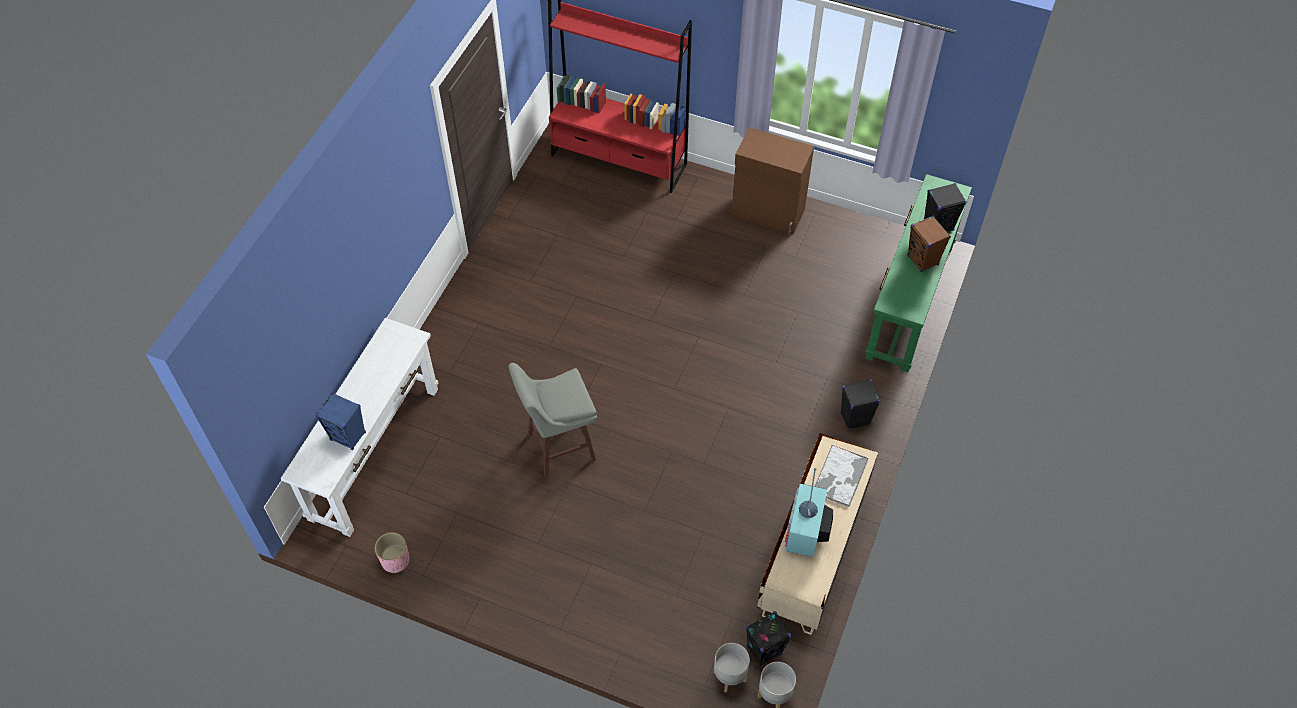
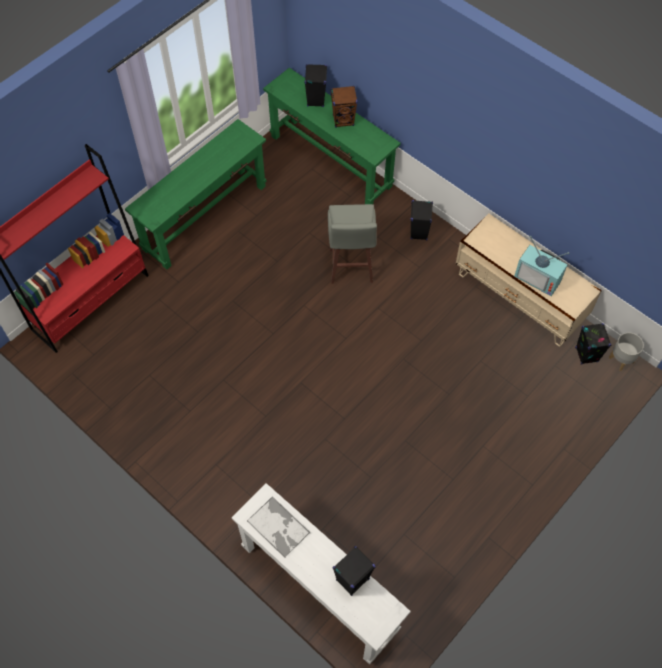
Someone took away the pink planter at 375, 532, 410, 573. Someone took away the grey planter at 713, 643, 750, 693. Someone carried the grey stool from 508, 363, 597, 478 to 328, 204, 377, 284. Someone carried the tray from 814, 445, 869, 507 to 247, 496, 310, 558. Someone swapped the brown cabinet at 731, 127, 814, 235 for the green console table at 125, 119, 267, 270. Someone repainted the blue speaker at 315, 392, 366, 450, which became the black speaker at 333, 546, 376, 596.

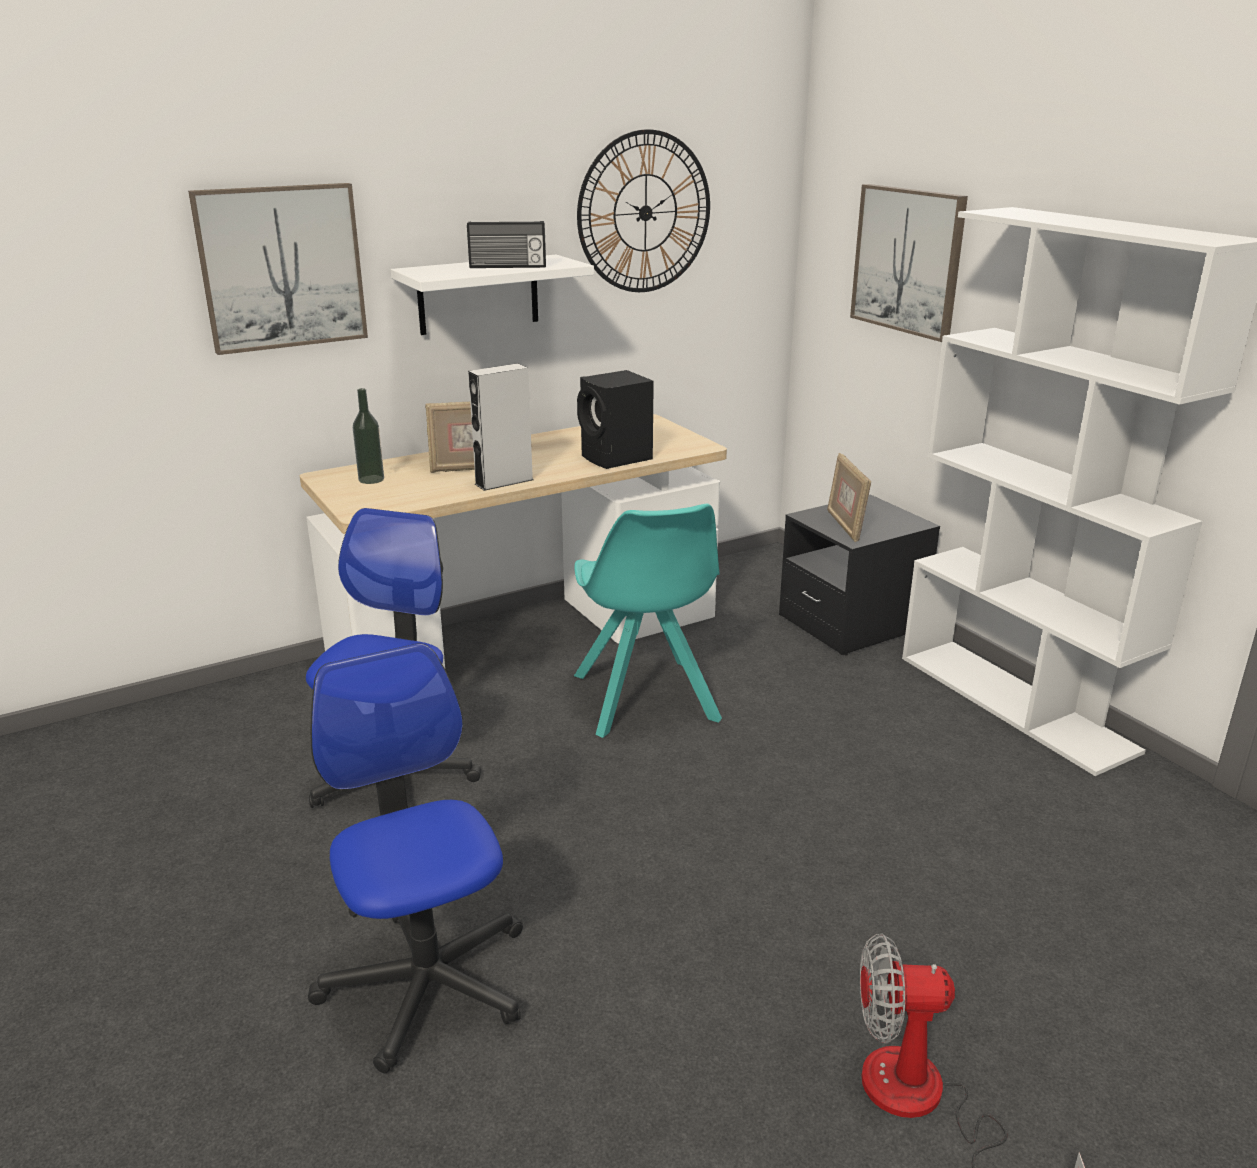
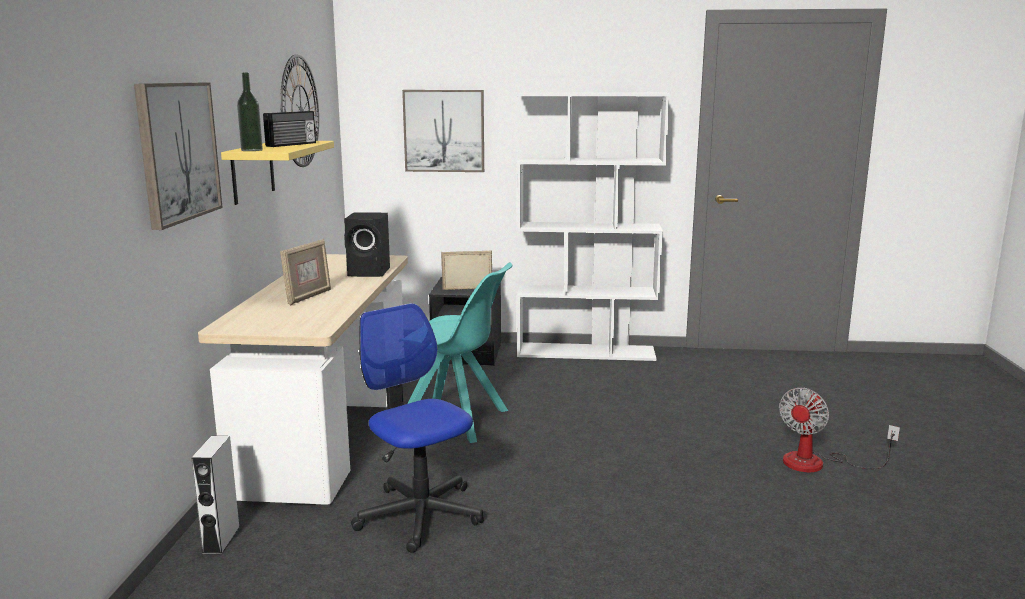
Someone took away the office chair at 308, 643, 523, 1074. Someone carried the bottle from 353, 388, 384, 484 to 237, 73, 263, 151. Someone carried the grey speaker from 468, 363, 533, 491 to 191, 436, 240, 554. Someone repainted the white shelf at 391, 255, 594, 335, which became the yellow shelf at 221, 141, 334, 205. Someone rotated the picture frame at 827, 453, 871, 542 by 150 degrees clockwise.

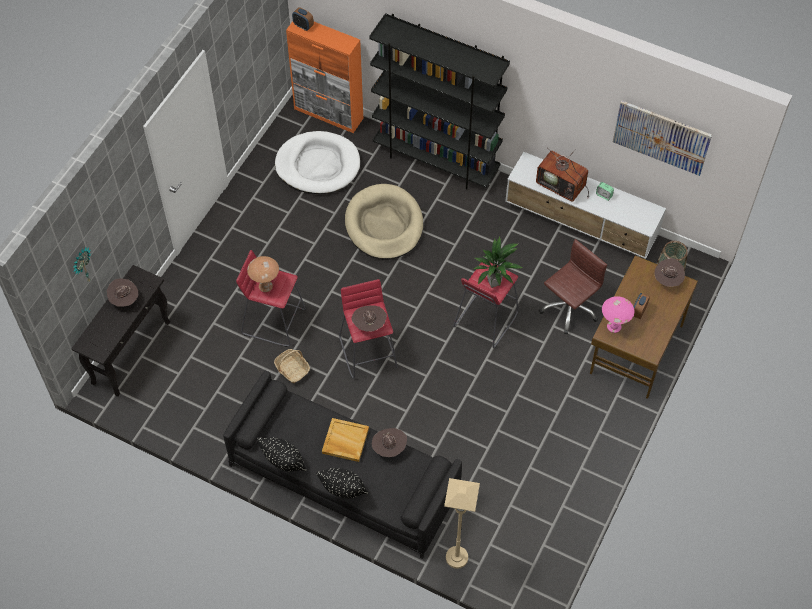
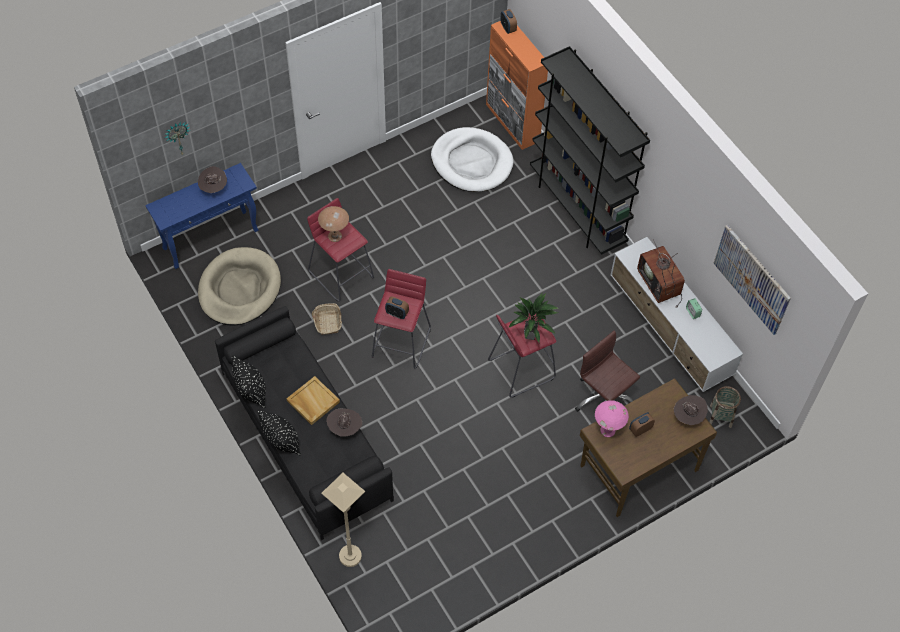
Someone carried the beige dog bed from 345, 184, 423, 259 to 198, 247, 281, 326. Someone swapped the brown hat at 351, 305, 387, 332 for the alarm clock at 385, 297, 409, 319. Someone repainted the black console table at 71, 265, 170, 397, which became the blue console table at 145, 163, 258, 269. Someone rotated the brown office chair at 539, 239, 607, 334 by 120 degrees counterclockwise.

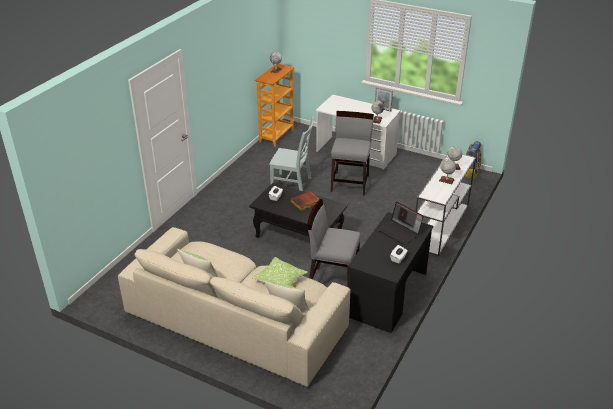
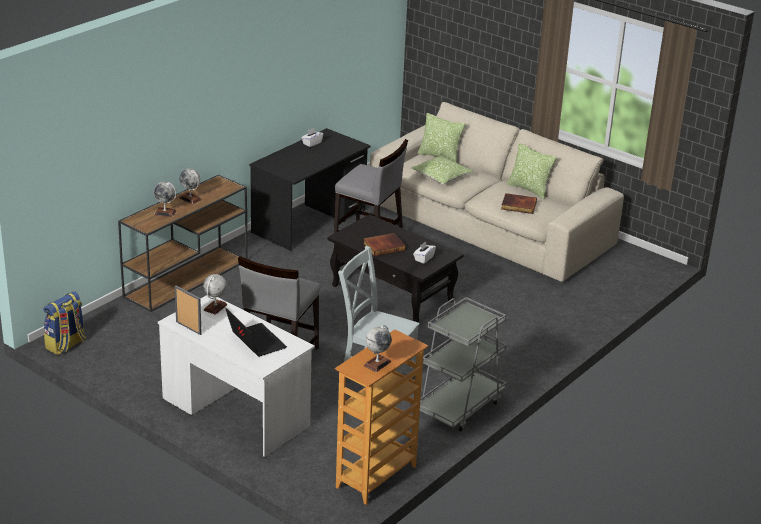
Someone put down the grey cart at 420, 297, 507, 432. Someone put down the book at 501, 193, 537, 214. Someone carried the laptop from 378, 202, 423, 245 to 225, 308, 287, 357. Someone repainted the white console table at 415, 154, 476, 256, which became the brown console table at 118, 175, 248, 312.

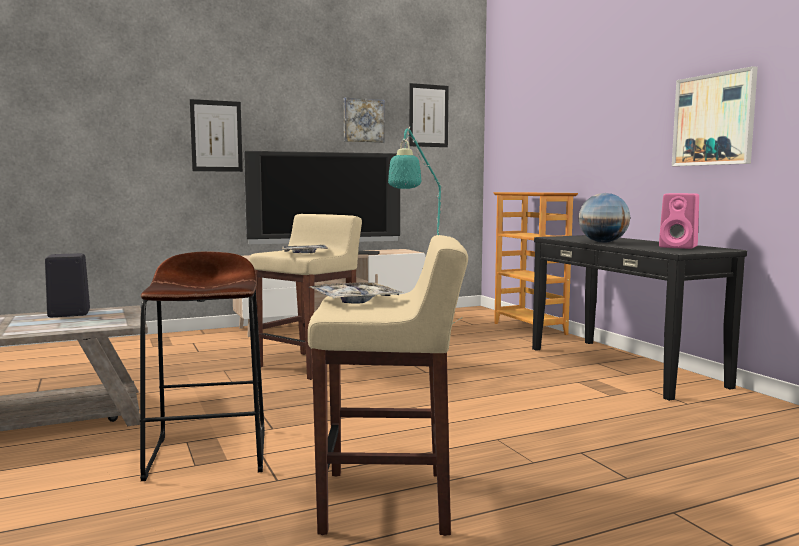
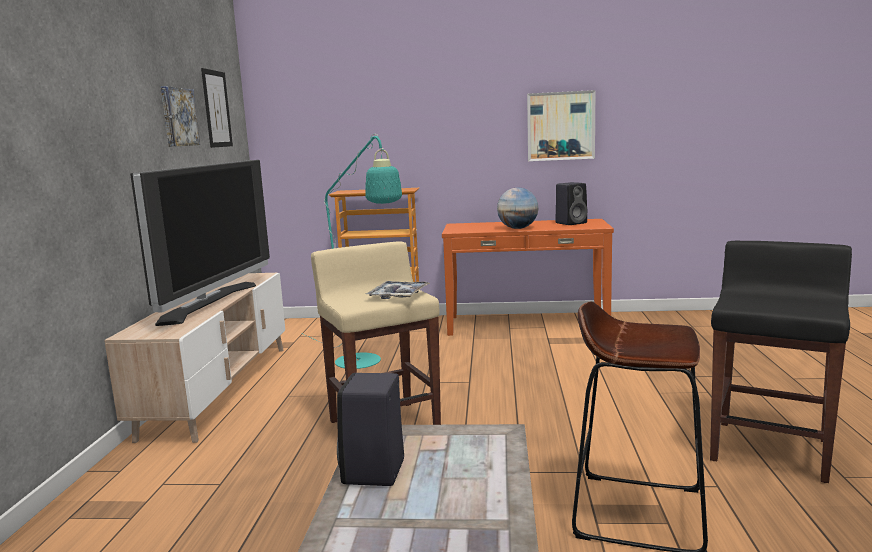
Someone took away the picture at 190, 99, 243, 172. Someone took away the tray at 309, 282, 403, 304. Someone repainted the beige stool at 308, 235, 468, 536, which became the black stool at 710, 241, 852, 483. Someone repainted the black console table at 532, 235, 747, 401, which became the orange console table at 442, 219, 614, 336. Someone repainted the pink speaker at 659, 193, 699, 249, which became the black speaker at 555, 182, 588, 225.

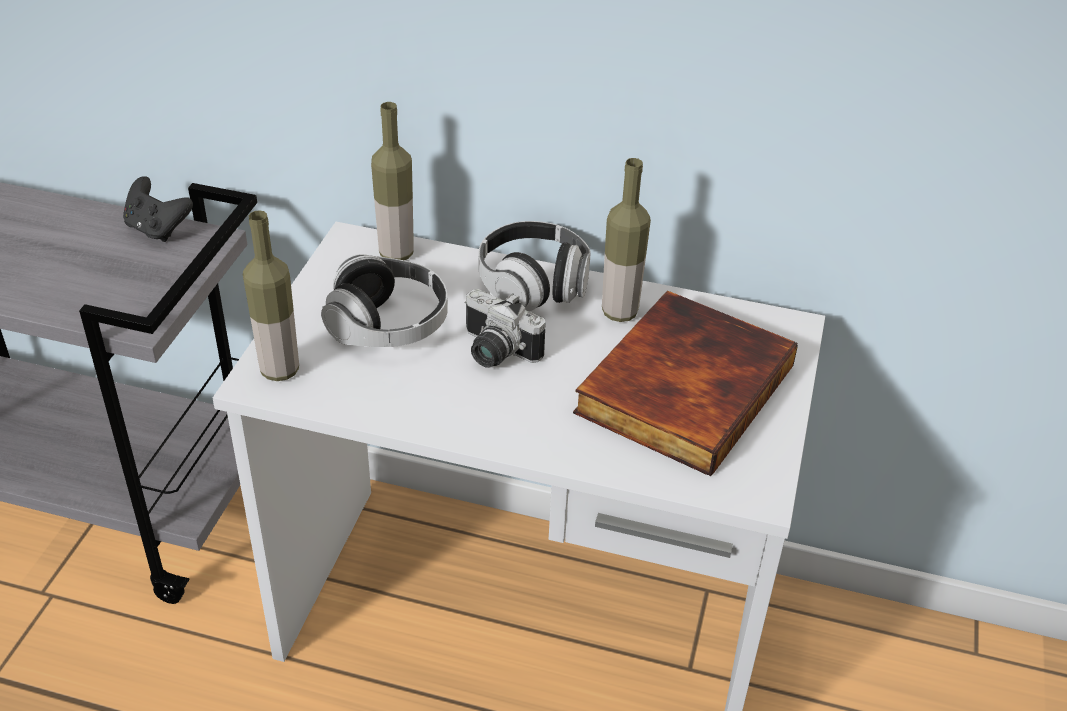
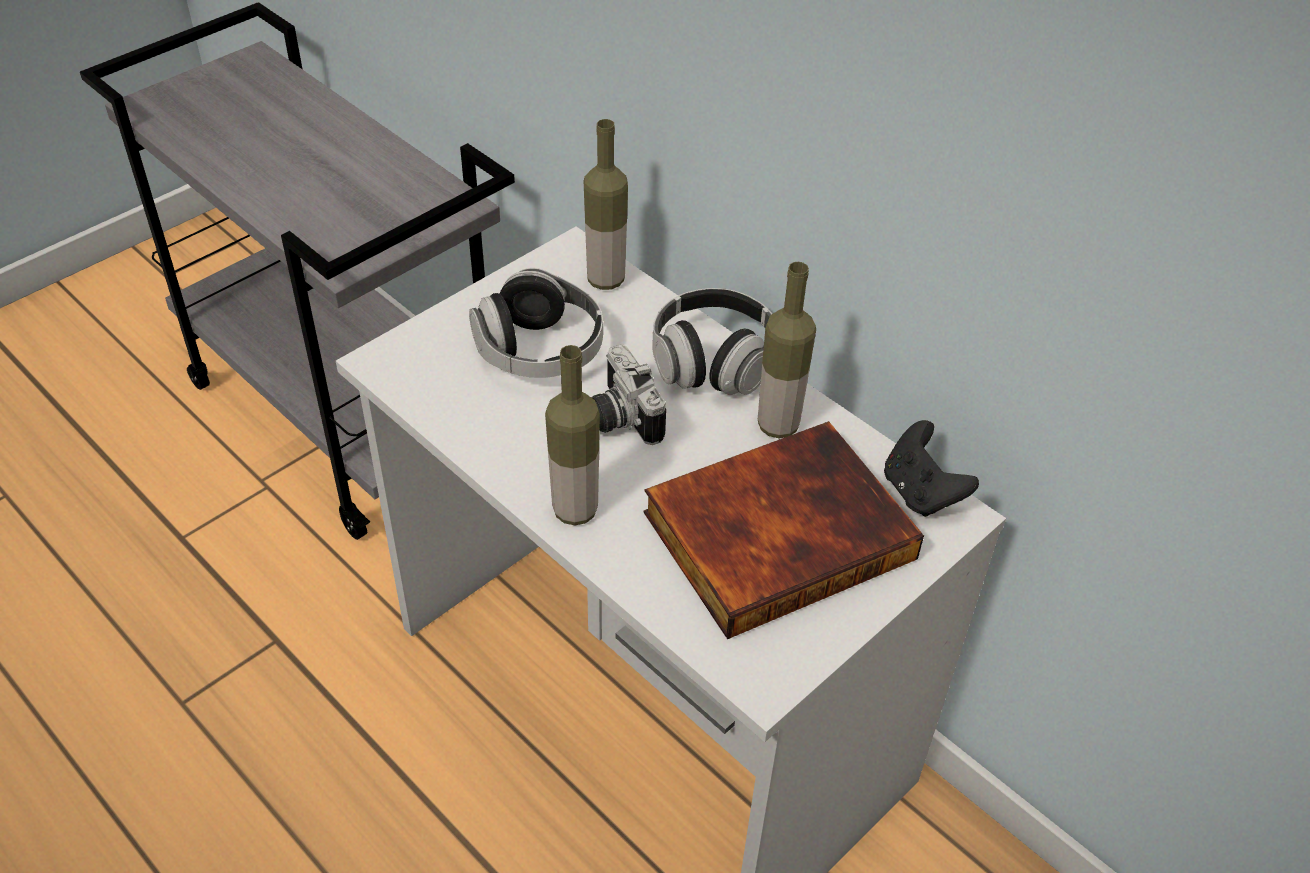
Someone carried the black game controller from 123, 176, 193, 242 to 884, 420, 979, 517. Someone carried the bottle from 243, 210, 299, 381 to 545, 345, 600, 525.

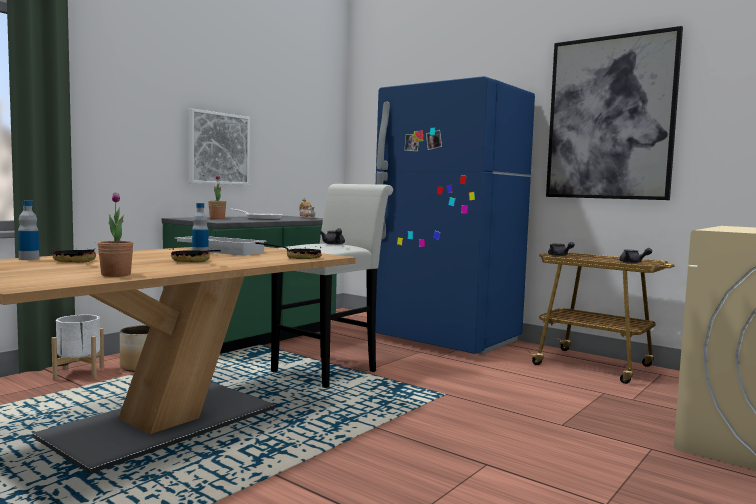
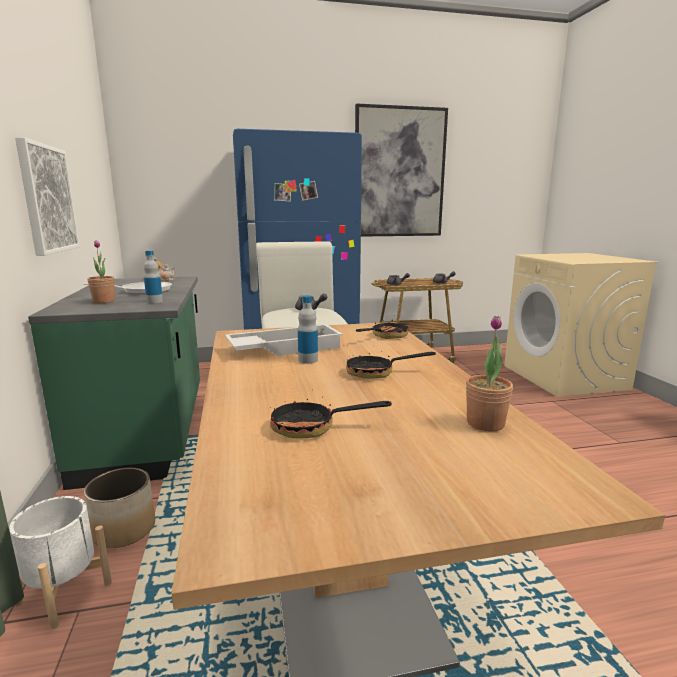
Someone carried the bottle from 18, 200, 39, 260 to 144, 250, 163, 303.

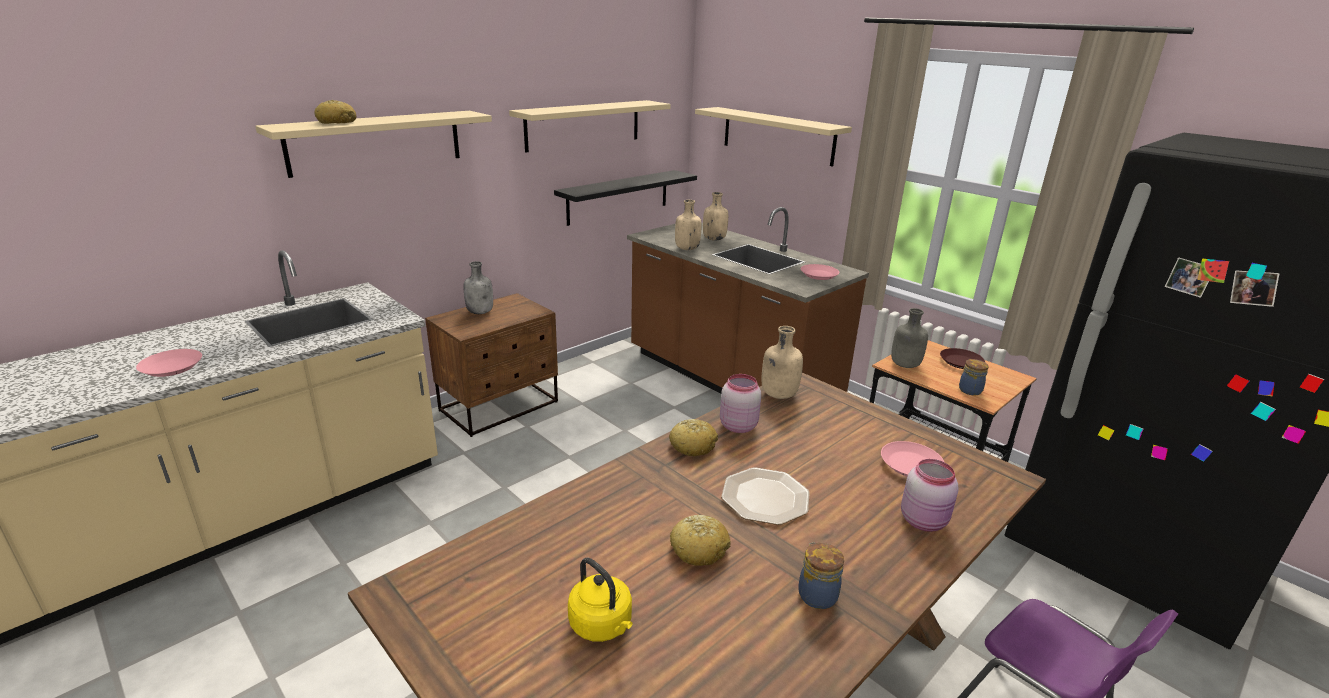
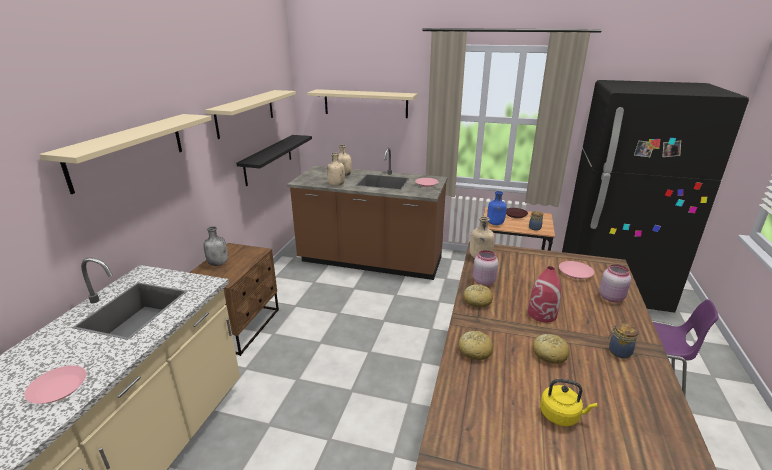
Someone carried the bread from 314, 100, 356, 124 to 459, 331, 493, 360. Someone swapped the plate at 721, 467, 810, 525 for the red vase at 528, 266, 561, 323. Someone repainted the grey bottle at 891, 308, 928, 368, which became the blue bottle at 487, 191, 507, 225.

